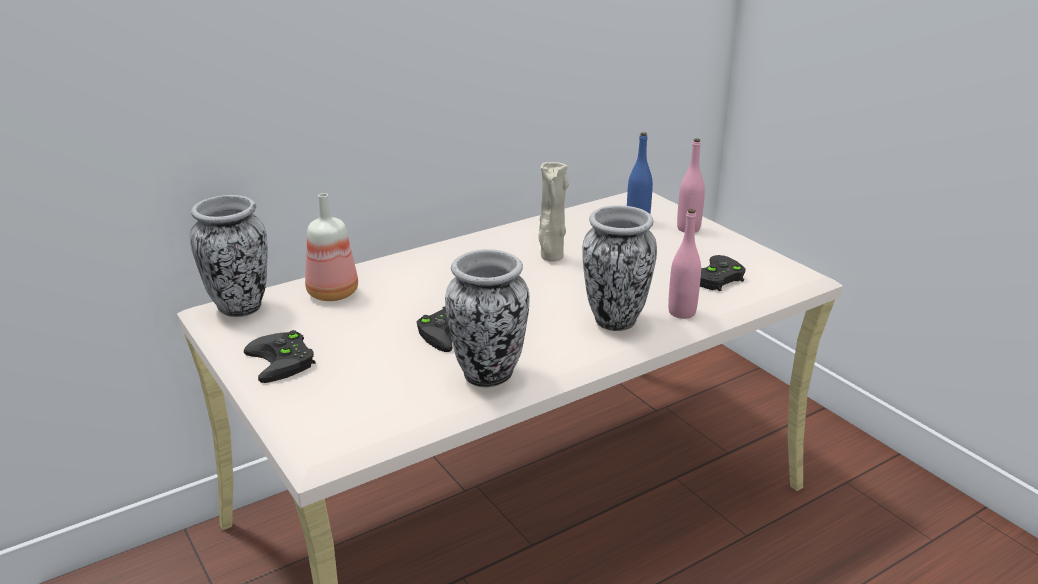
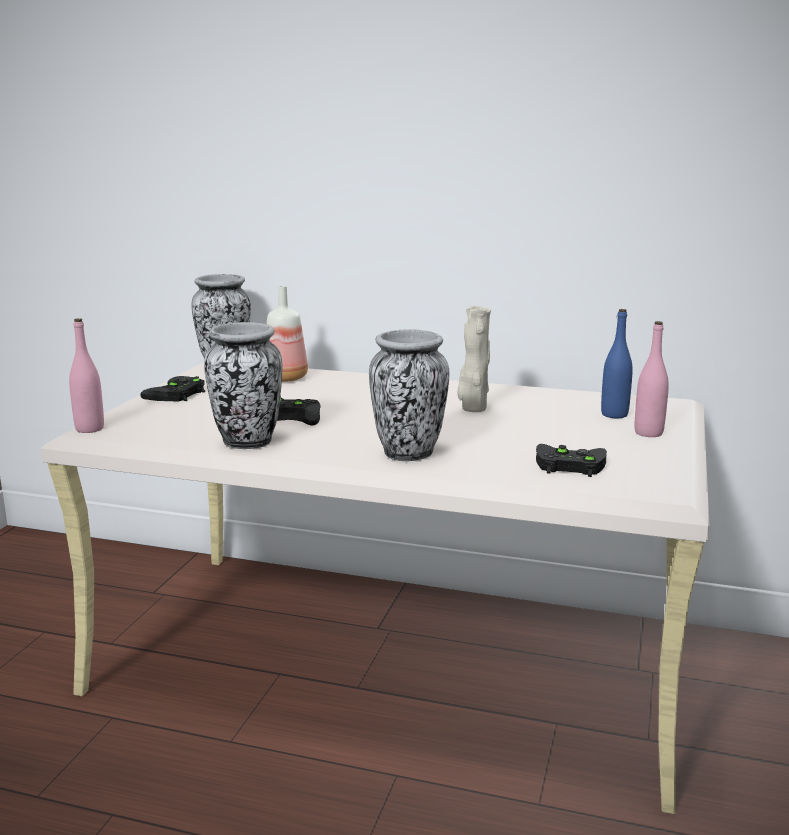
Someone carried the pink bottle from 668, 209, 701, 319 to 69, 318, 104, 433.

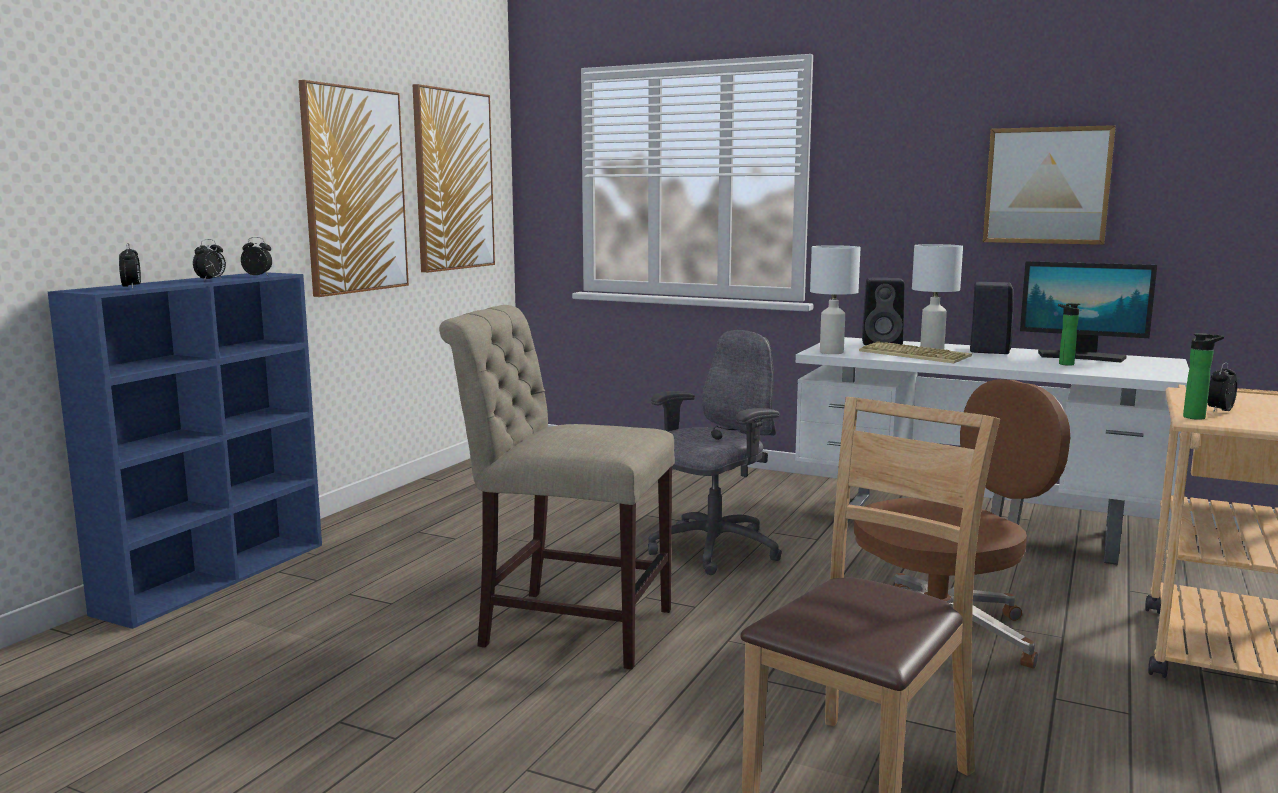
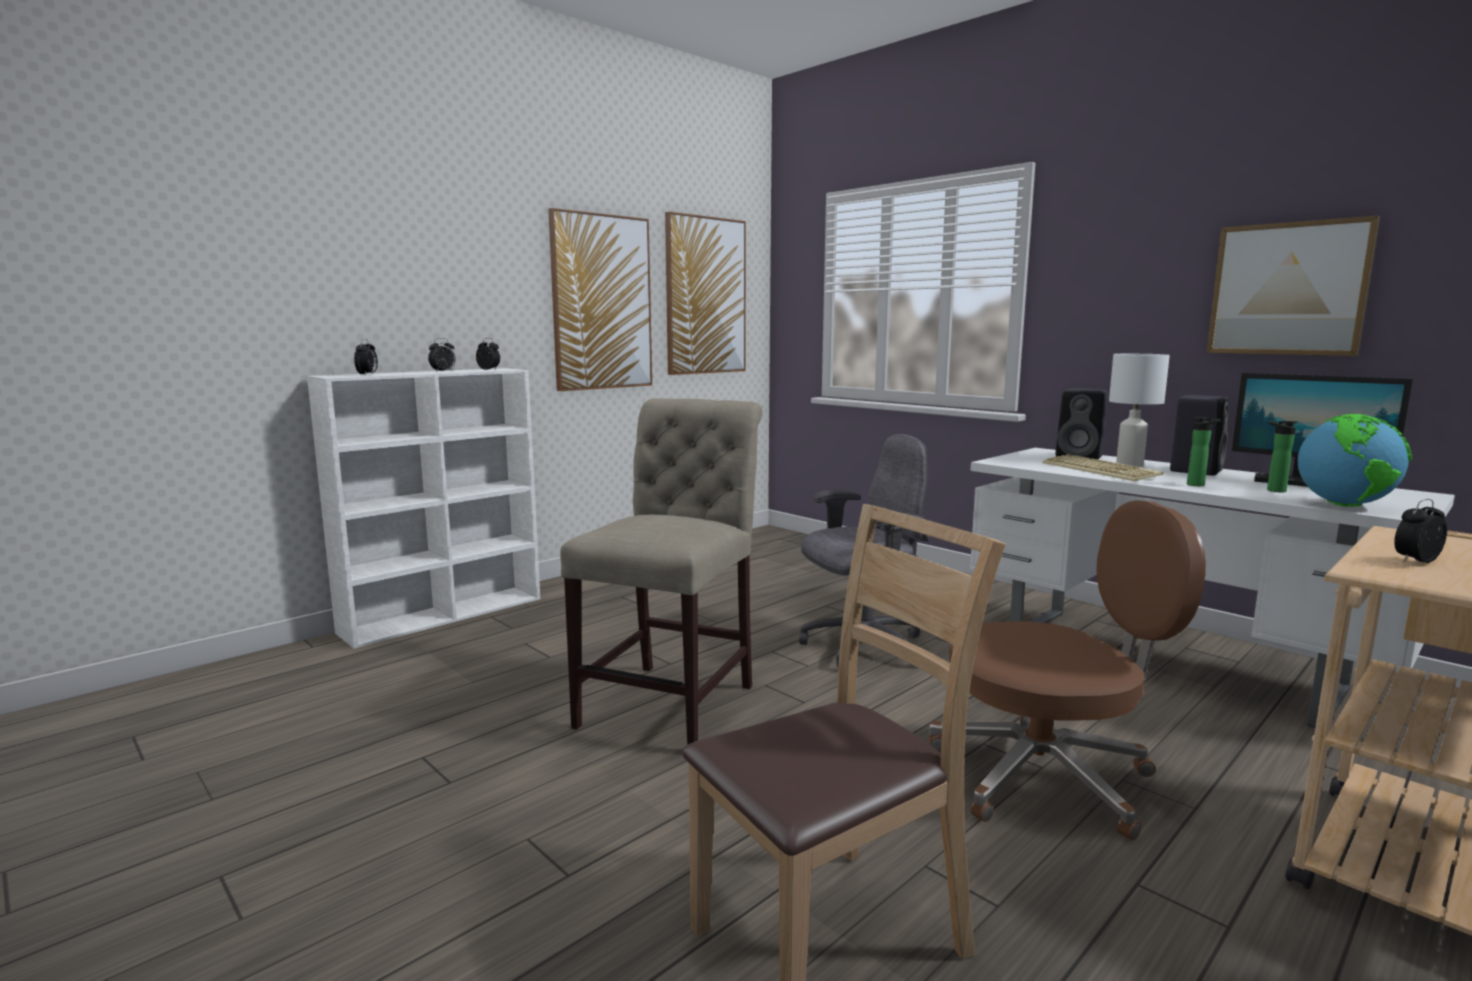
Someone took away the white table lamp at 810, 245, 861, 354. Someone put down the globe at 1298, 414, 1412, 507. Someone carried the bottle from 1183, 333, 1224, 420 to 1187, 417, 1221, 486. Someone repainted the blue bookcase at 48, 272, 322, 629, which became the white bookcase at 307, 368, 540, 648. Someone rotated the beige chair at 439, 305, 675, 669 by 75 degrees clockwise.

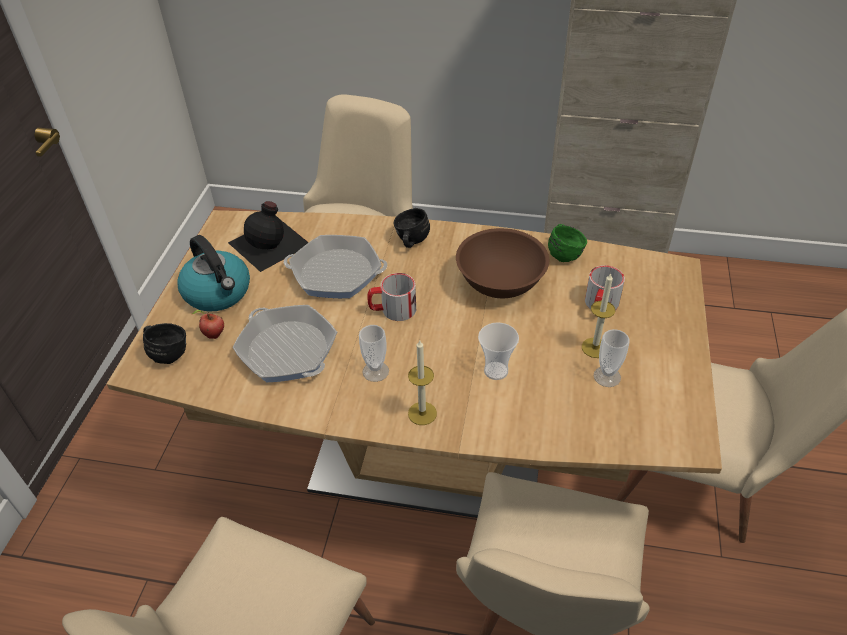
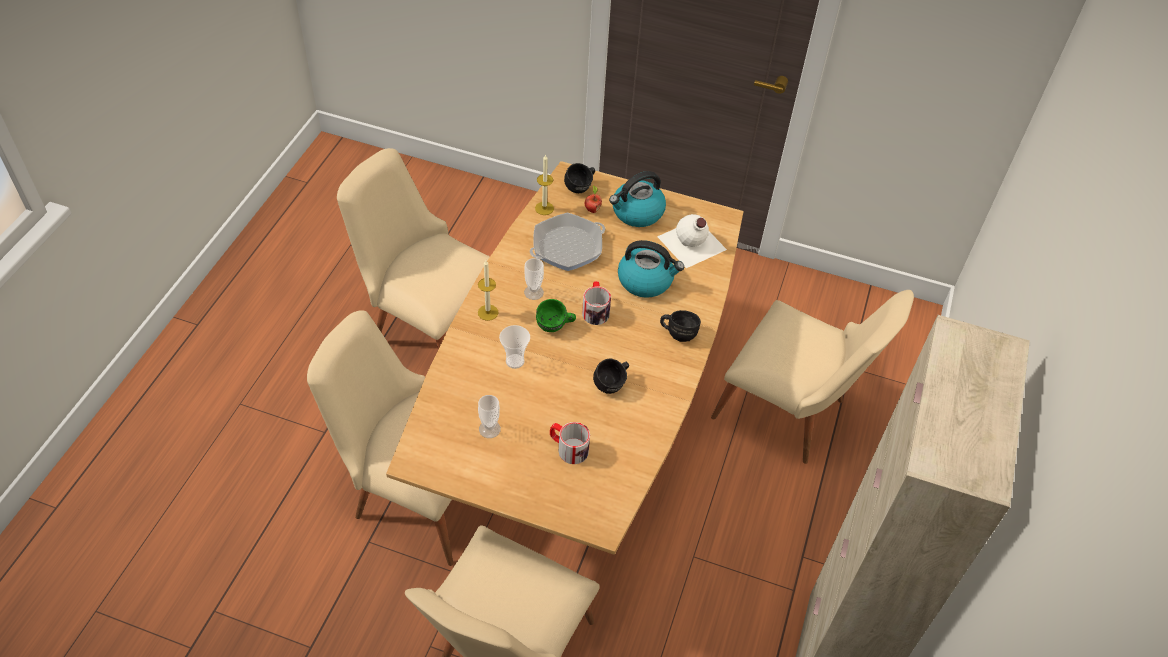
Someone carried the green mug from 548, 224, 587, 262 to 536, 299, 576, 332. Someone carried the candle from 582, 273, 615, 358 to 535, 154, 554, 215. Someone swapped the frying pan at 284, 235, 387, 298 for the kettle at 618, 240, 684, 298. Someone swapped the brown bowl at 456, 228, 549, 298 for the black mug at 593, 359, 629, 394. Someone repainted the black bottle at 228, 201, 309, 272, which became the white bottle at 657, 214, 727, 268.

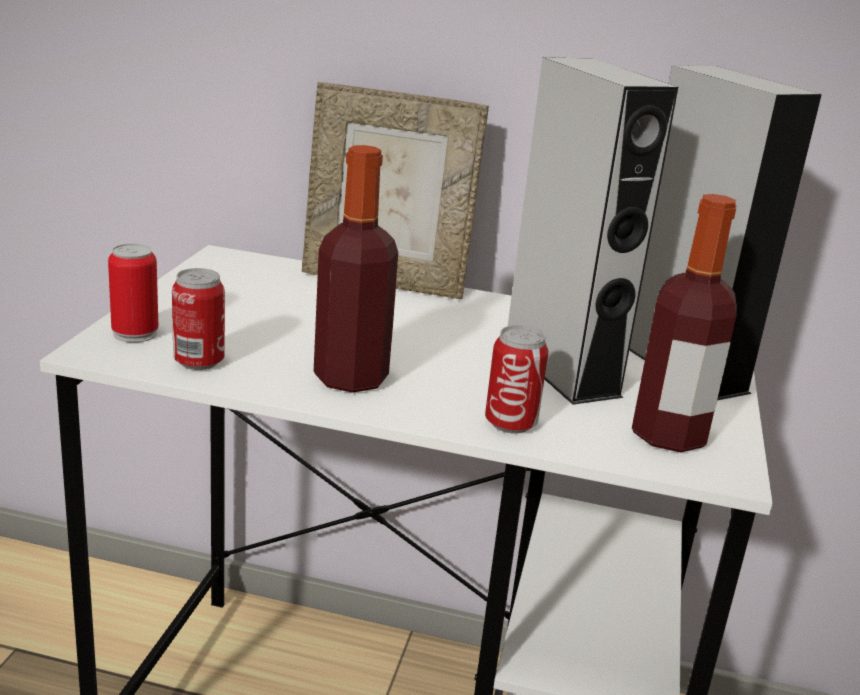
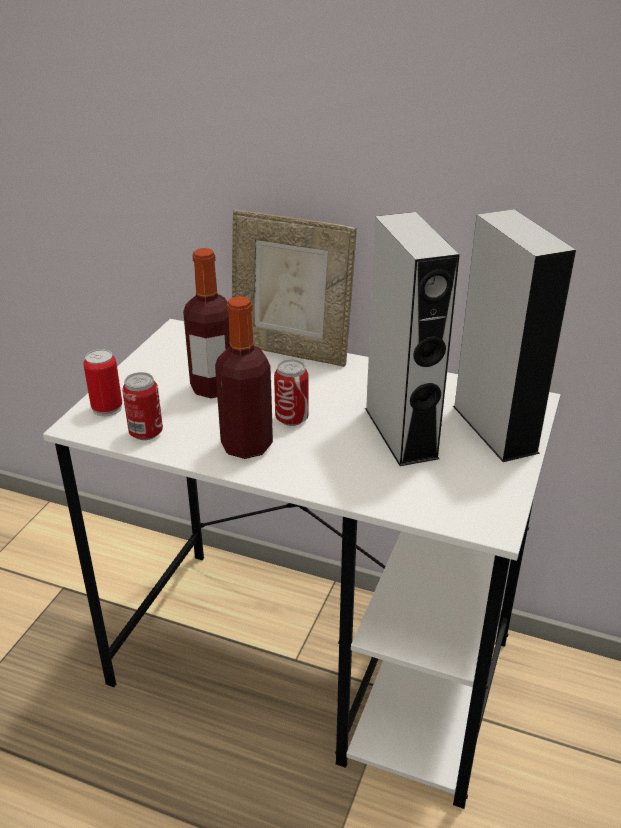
Someone carried the can from 485, 325, 548, 434 to 274, 359, 309, 426. Someone carried the bottle from 632, 194, 737, 452 to 183, 248, 230, 398.

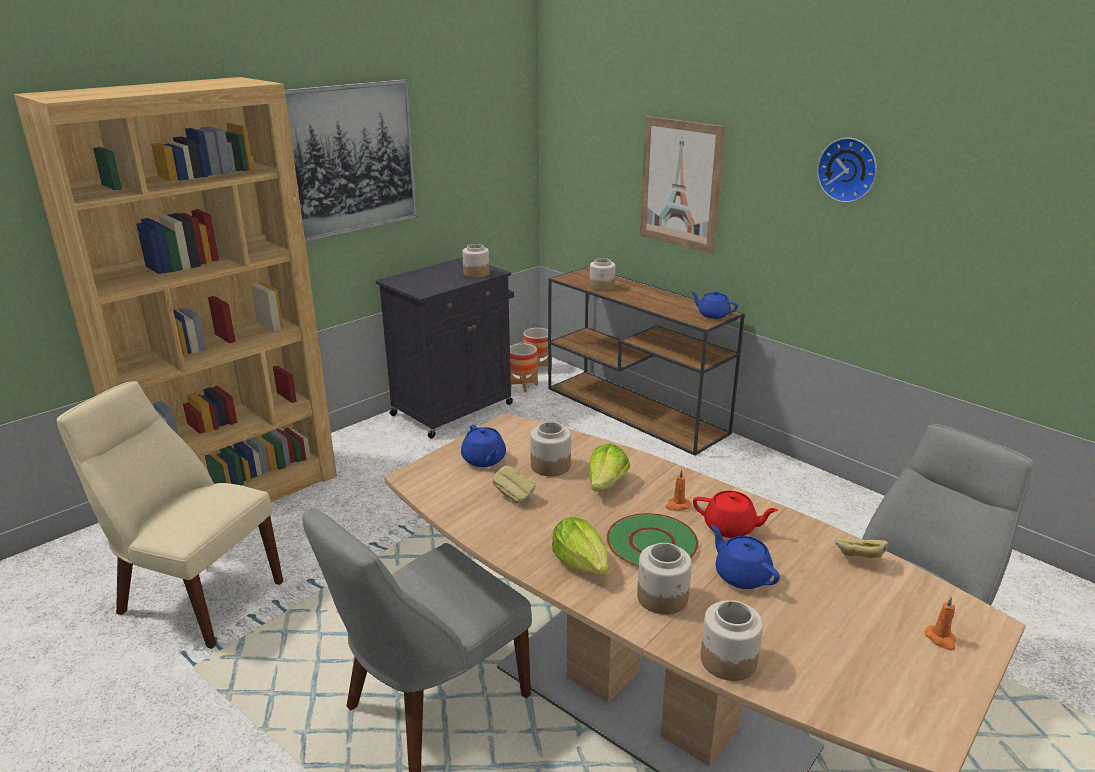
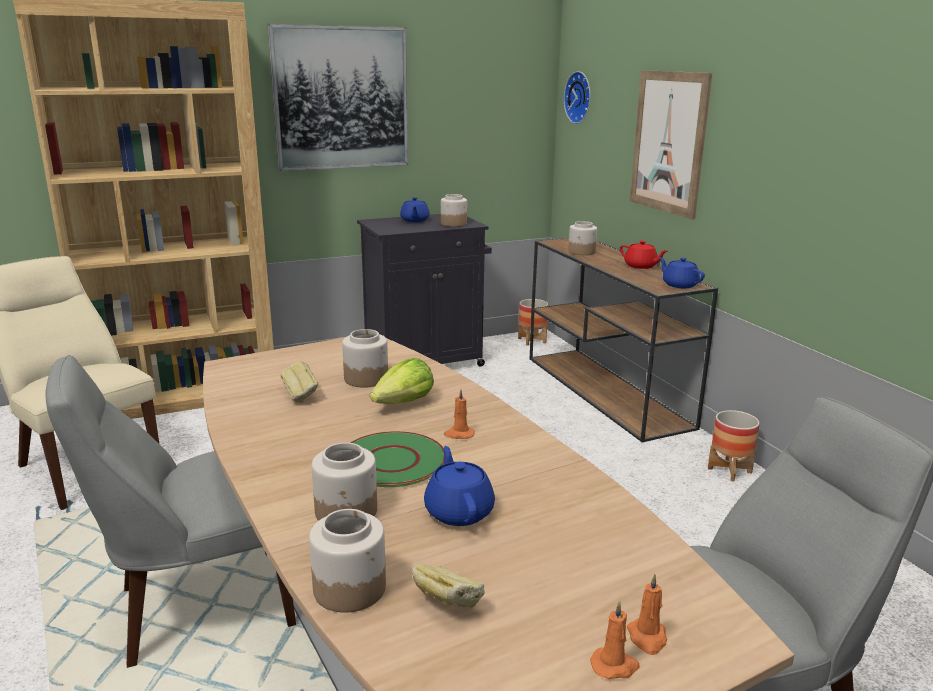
Someone took away the lettuce at 552, 517, 608, 575. Someone put down the orange candle at 590, 601, 639, 679. Someone carried the blue teapot from 461, 425, 506, 467 to 400, 197, 430, 222. Someone carried the planter from 510, 344, 538, 392 to 708, 410, 760, 482. Someone carried the red teapot from 693, 491, 778, 538 to 620, 241, 668, 269. Someone carried the wall clock from 817, 138, 877, 203 to 564, 71, 591, 124. Someone carried the bread from 836, 538, 889, 558 to 412, 564, 485, 608.

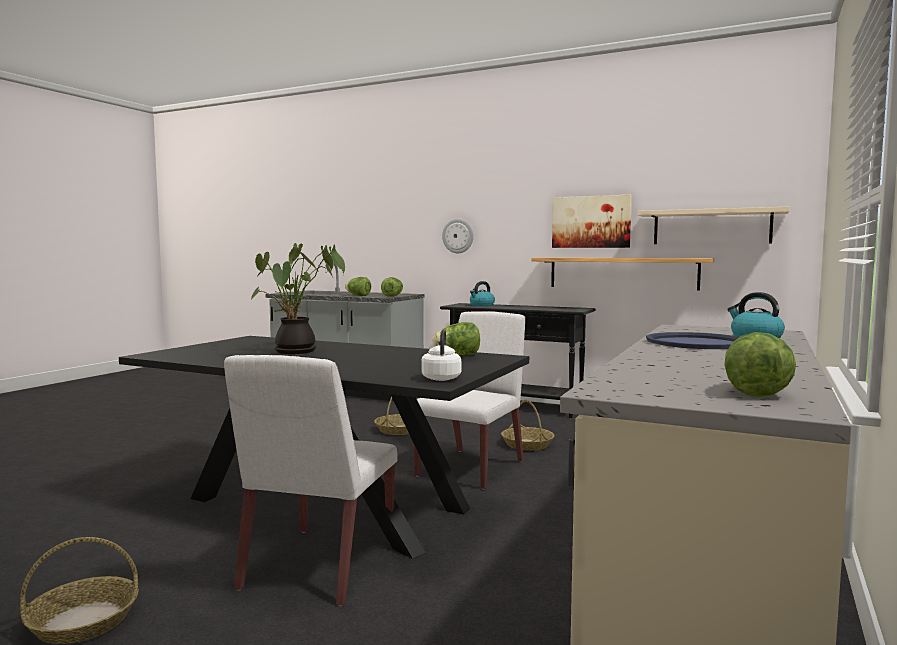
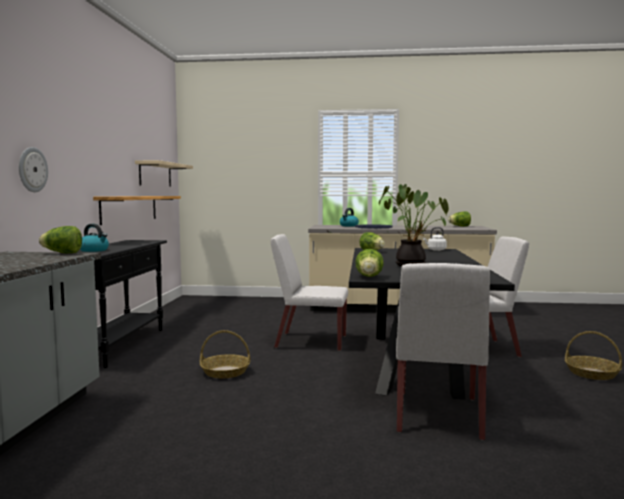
Someone took away the basket at 501, 400, 555, 451. Someone took away the picture at 552, 195, 632, 248. Someone put down the white chair at 396, 263, 490, 441. Someone carried the lettuce from 345, 277, 371, 296 to 355, 249, 384, 277.

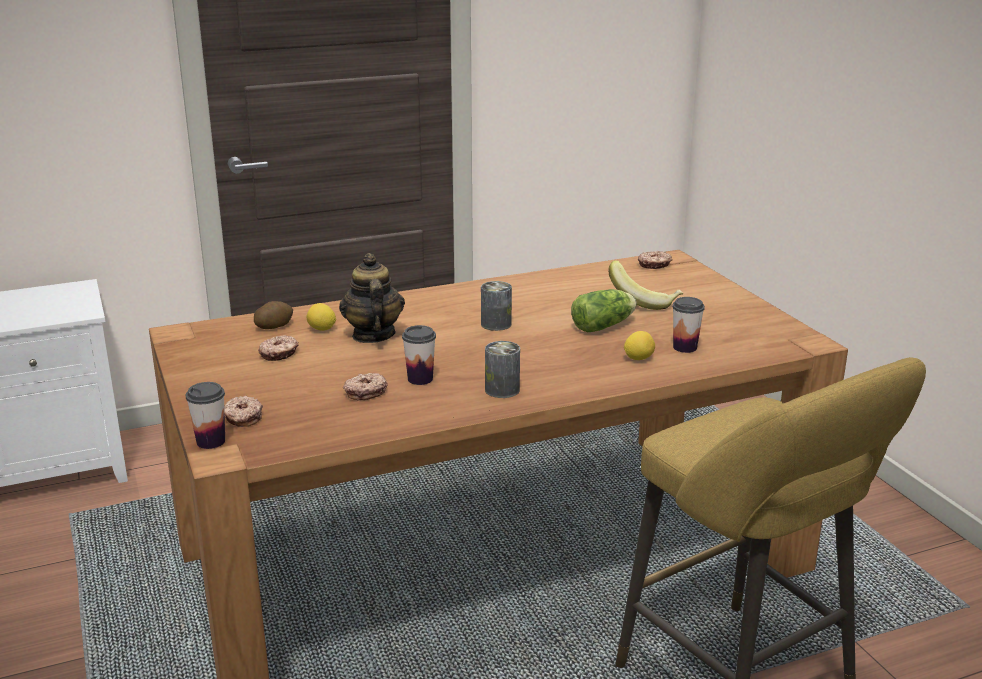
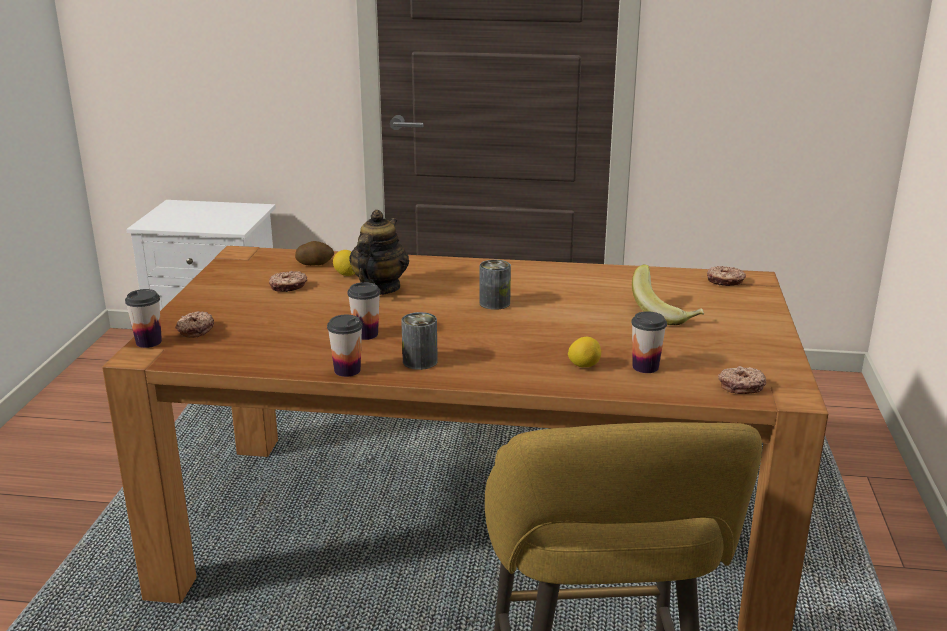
Someone took away the lettuce at 571, 289, 637, 332. Someone put down the cup at 327, 315, 363, 377. Someone carried the donut from 343, 373, 388, 401 to 718, 366, 766, 394.

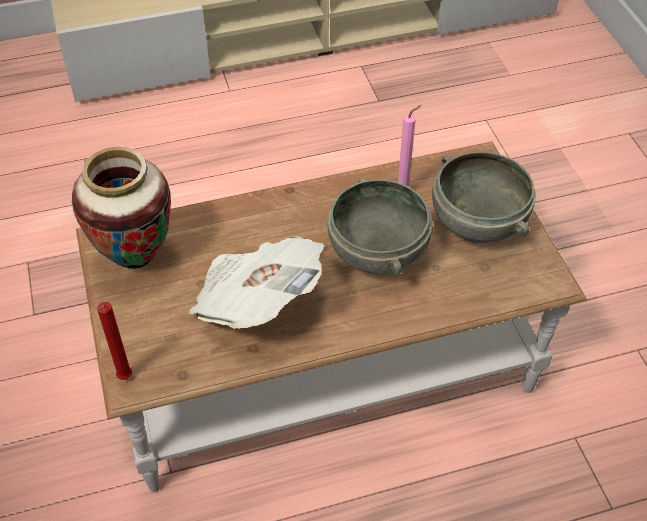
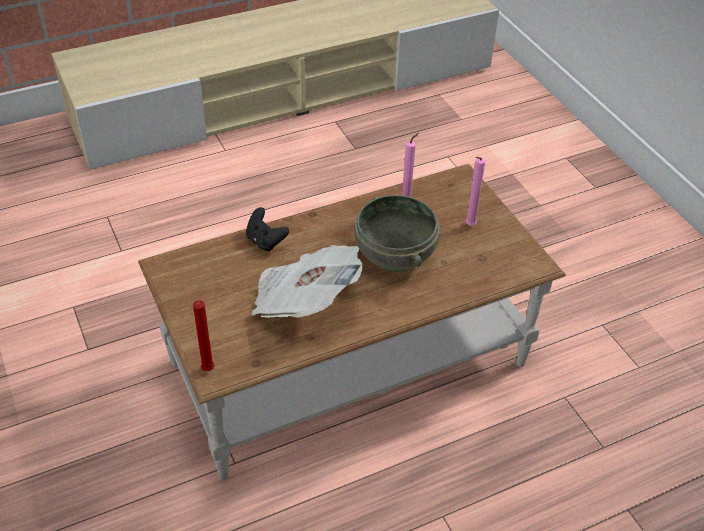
Someone took away the vase at 72, 147, 171, 269. Someone put down the black game controller at 246, 207, 289, 252. Someone swapped the grey bowl at 432, 152, 535, 243 for the pink candle at 465, 157, 485, 225.

